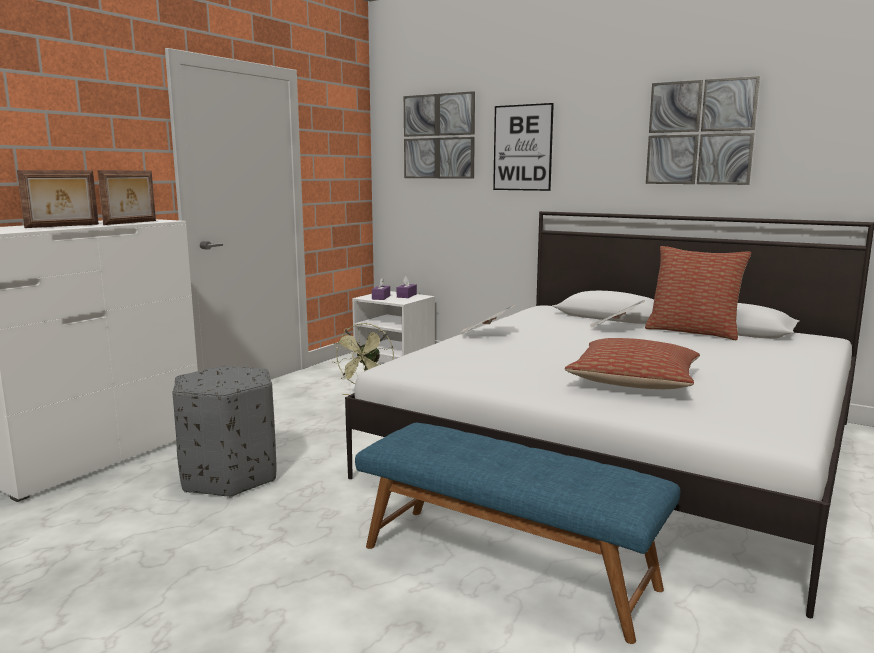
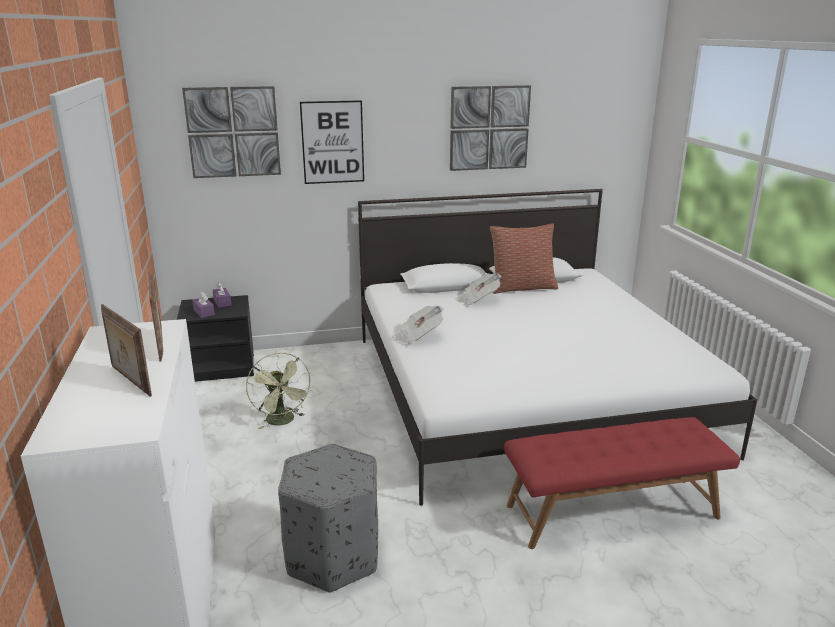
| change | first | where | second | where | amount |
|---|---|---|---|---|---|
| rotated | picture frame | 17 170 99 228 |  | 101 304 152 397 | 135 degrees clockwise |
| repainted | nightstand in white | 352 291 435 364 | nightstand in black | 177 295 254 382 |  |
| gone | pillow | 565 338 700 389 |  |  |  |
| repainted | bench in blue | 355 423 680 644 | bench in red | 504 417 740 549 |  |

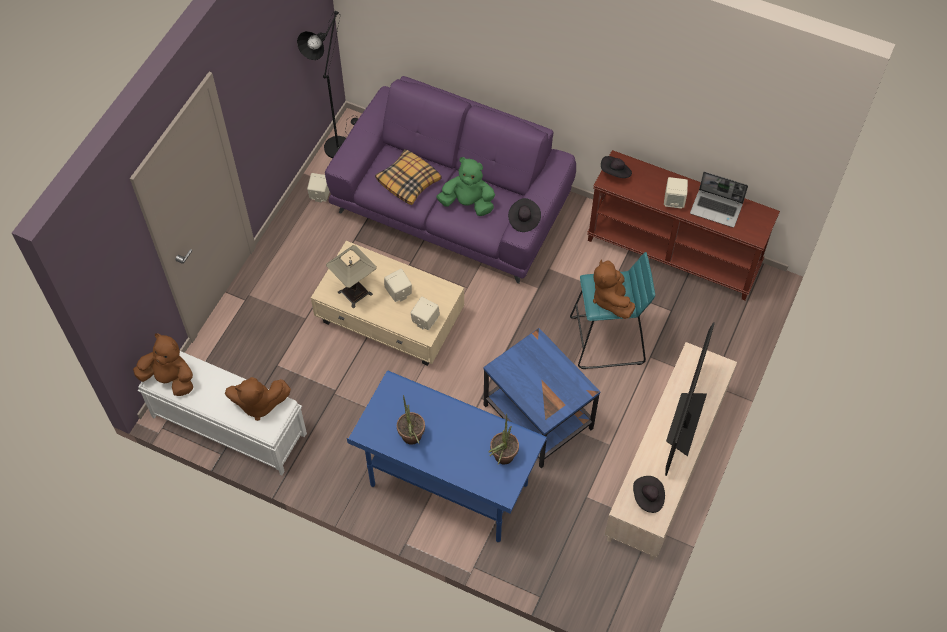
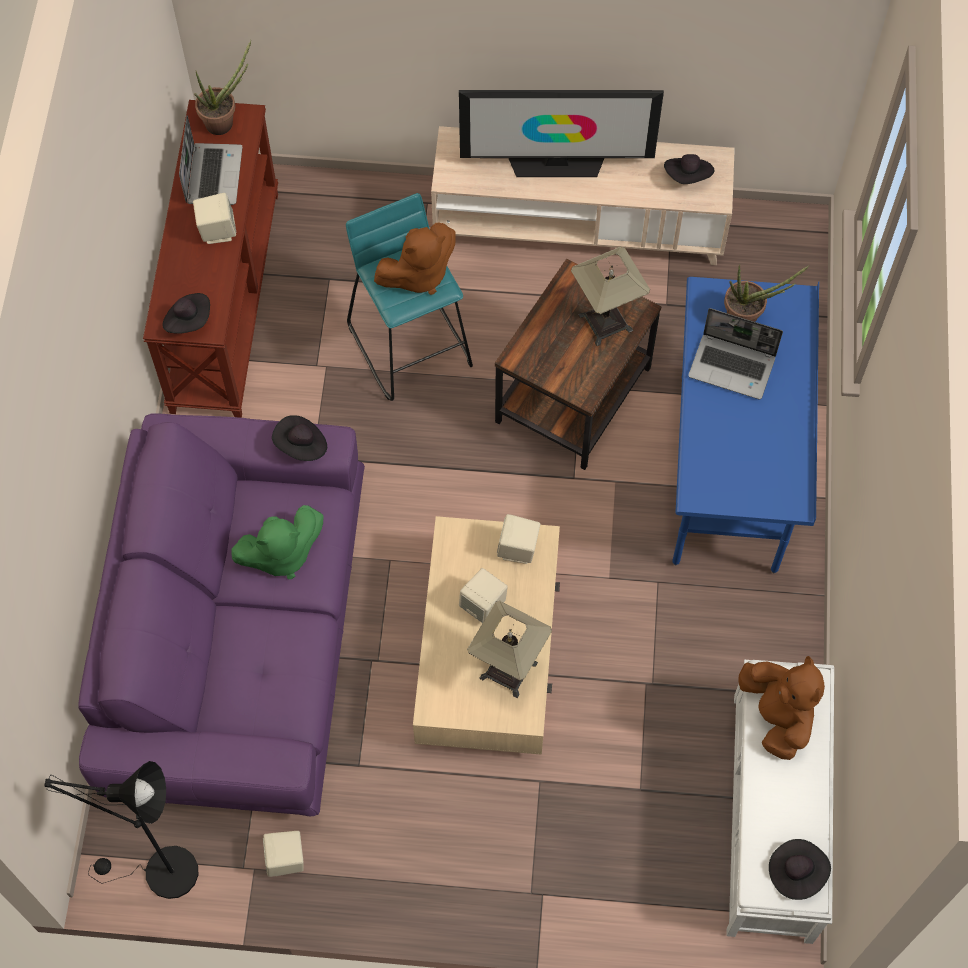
| change | first | where | second | where | amount |
|---|---|---|---|---|---|
| gone | pillow | 375 149 442 205 |  |  |  |
| rotated | plush toy in green | 437 157 495 216 |  | 231 505 324 580 | 105 degrees counterclockwise |
| repainted | side table in blue | 483 328 600 468 | side table in brown | 495 259 661 470 |  |
| swapped | plush toy in brown | 133 333 193 396 | hat in black | 769 839 831 900 |  |
| shifted | potted plant | 397 395 425 445 |  | 194 40 251 135 |  |
| new |  |  | table lamp | 571 247 650 346 |  |
| new |  |  | laptop | 688 308 783 399 |  |

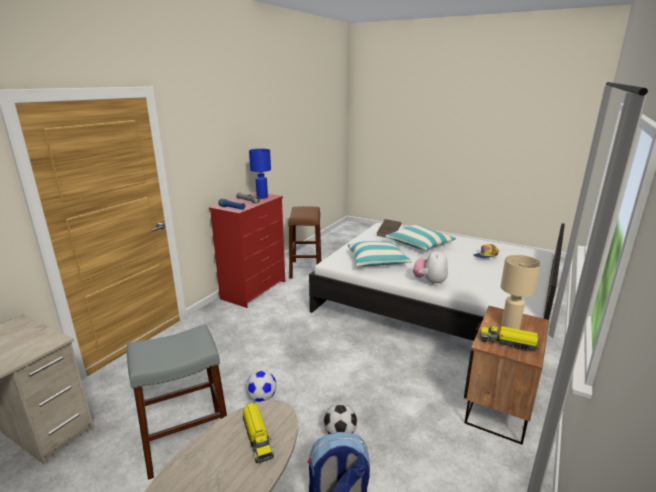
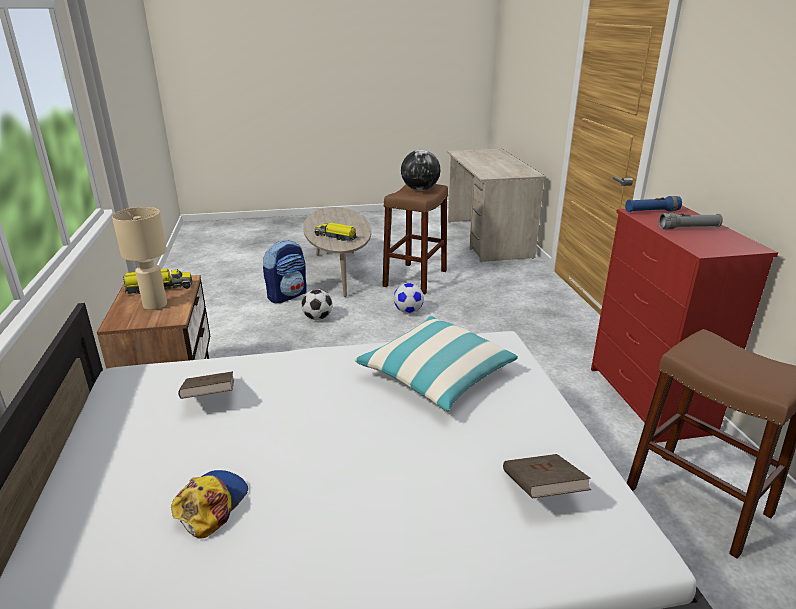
| change | first | where | second | where | amount |
|---|---|---|---|---|---|
| gone | table lamp in blue | 249 149 271 199 |  |  |  |
| gone | pillow | 385 225 456 251 |  |  |  |
| gone | plush toy | 413 249 448 286 |  |  |  |
| repainted | stool in grey | 127 324 227 480 | stool in brown | 383 184 448 294 |  |
| new |  |  | globe | 401 150 440 191 |  |
| new |  |  | book in brown | 178 371 234 399 |  |

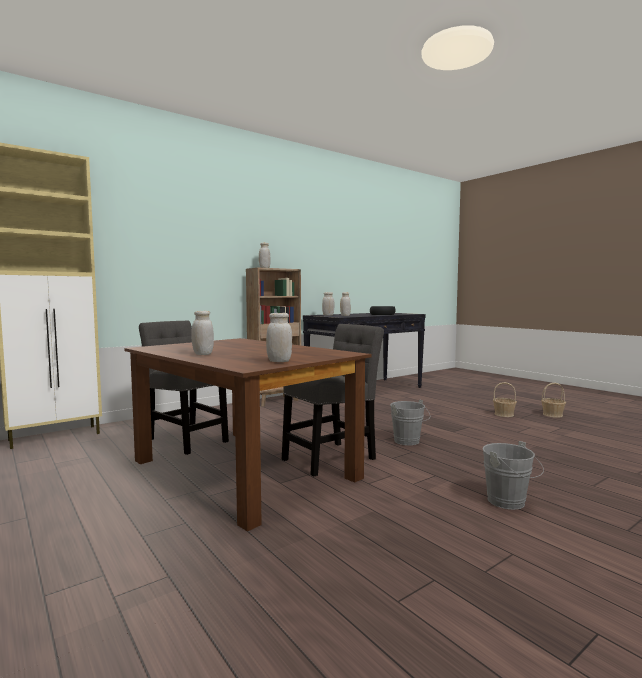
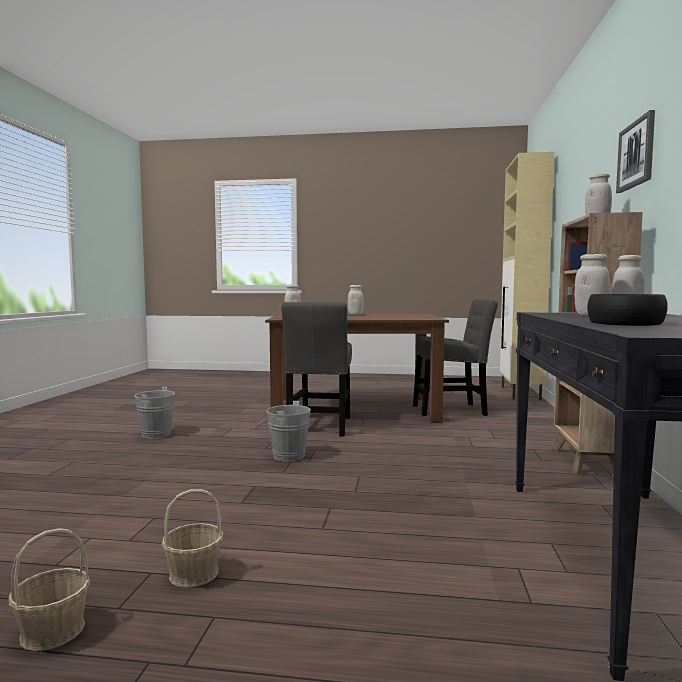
| change | first | where | second | where | amount |
|---|---|---|---|---|---|
| new |  |  | picture | 616 110 655 193 |  |

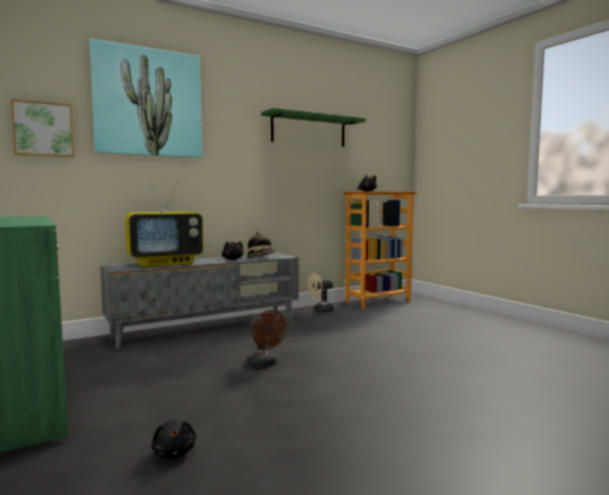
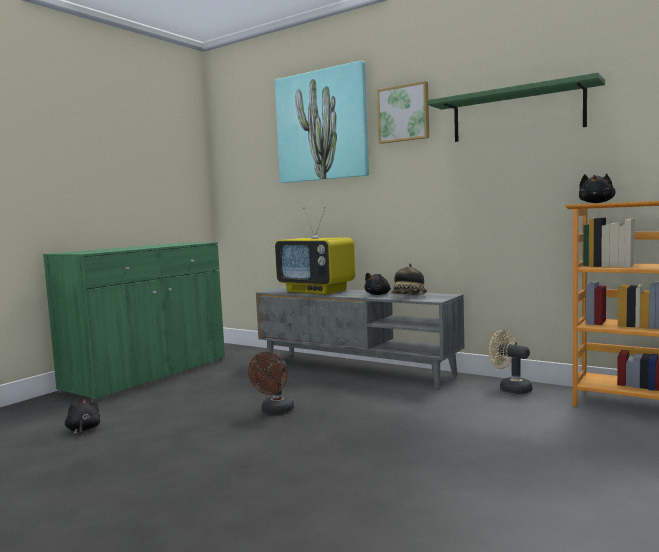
| change | first | where | second | where | amount |
|---|---|---|---|---|---|
| shifted | picture | 11 99 75 157 |  | 377 81 429 144 |  |
| rotated | plush toy in black | 151 420 196 458 |  | 65 398 100 437 | 120 degrees clockwise |

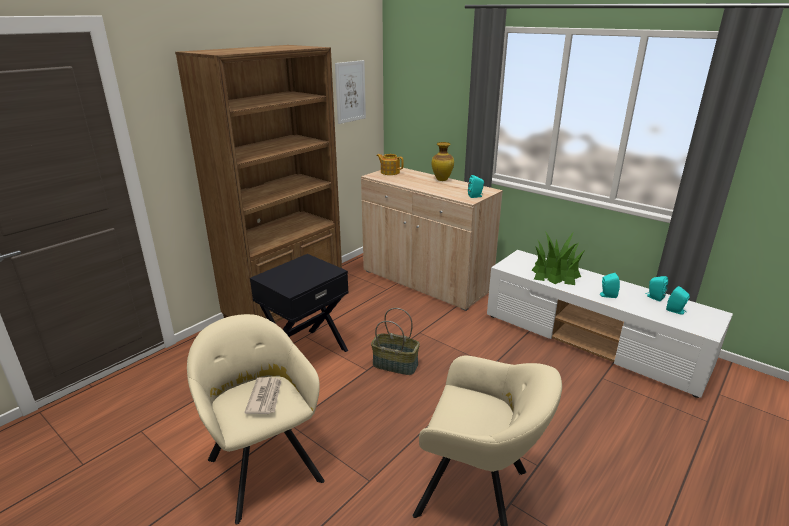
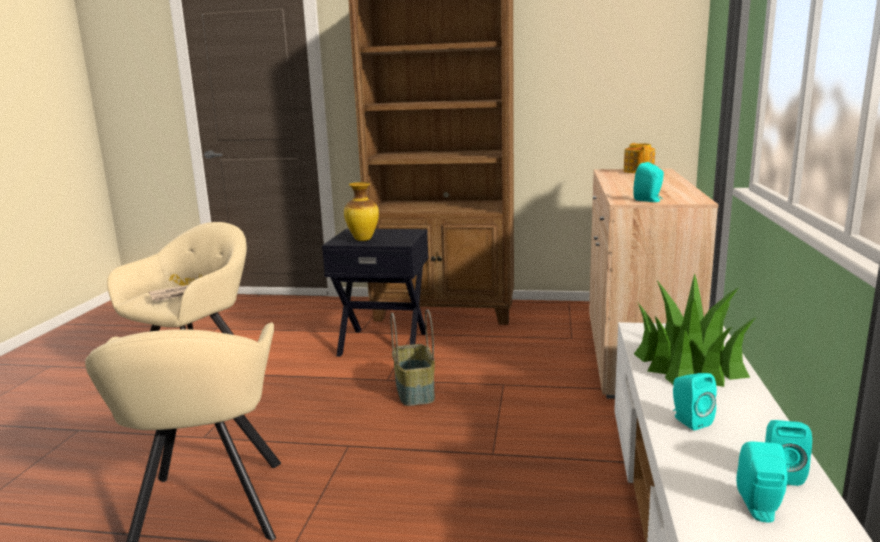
| change | first | where | second | where | amount |
|---|---|---|---|---|---|
| gone | picture | 335 60 366 124 |  |  |  |
| shifted | vase | 432 142 454 181 |  | 344 182 379 241 |  |

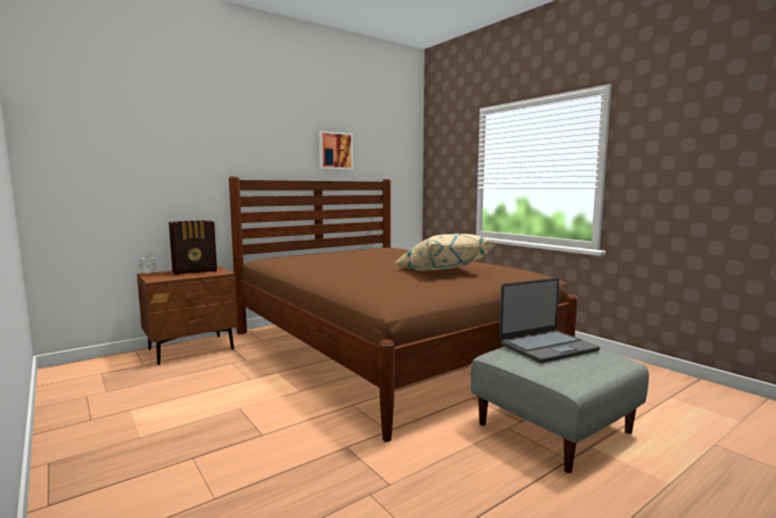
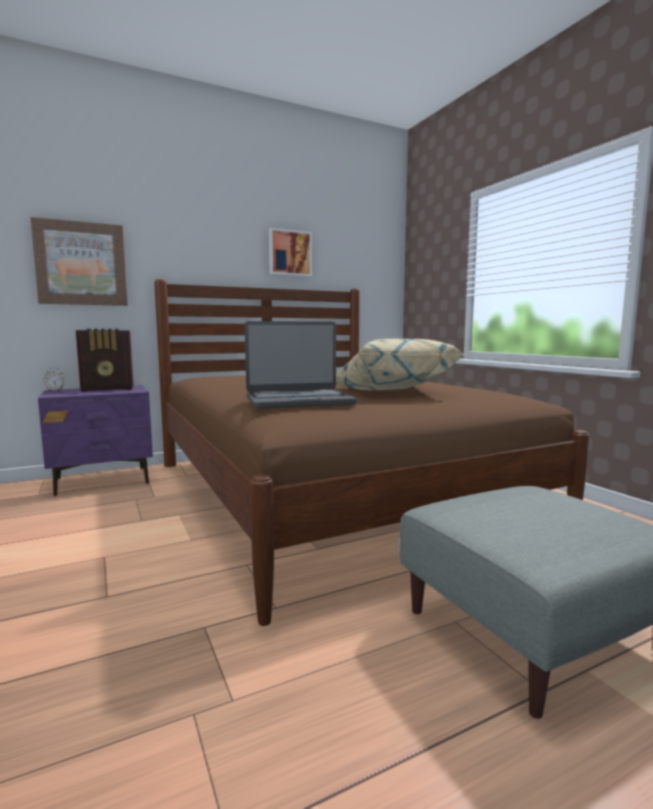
| change | first | where | second | where | amount |
|---|---|---|---|---|---|
| repainted | nightstand in brown | 137 266 238 365 | nightstand in purple | 38 385 153 496 |  |
| shifted | laptop | 499 278 600 363 |  | 245 321 357 409 |  |
| new |  |  | picture | 30 217 128 306 |  |

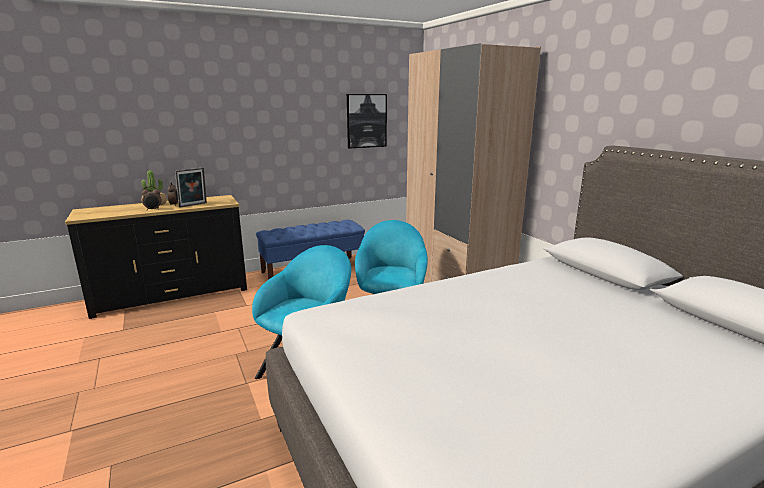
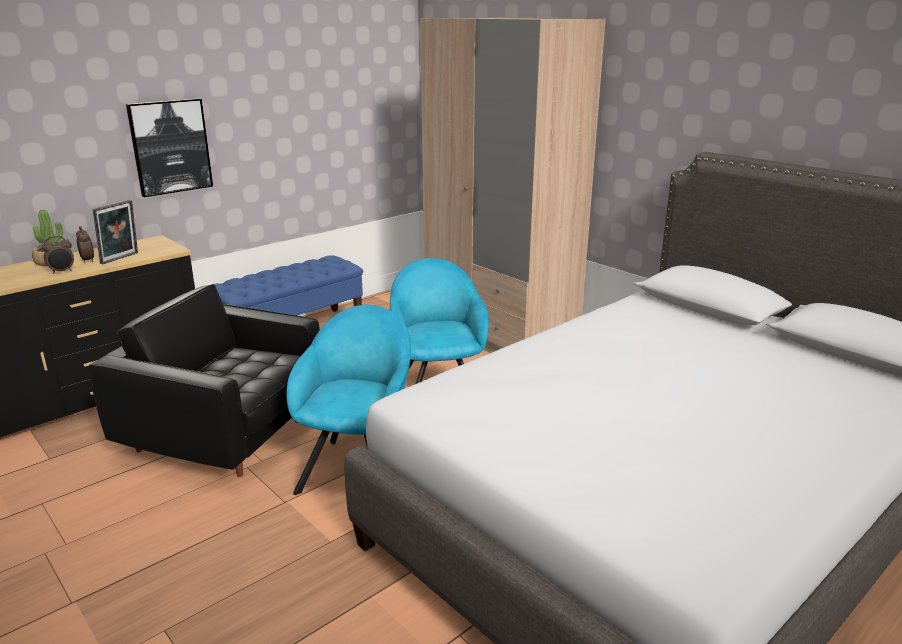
| change | first | where | second | where | amount |
|---|---|---|---|---|---|
| shifted | picture | 347 94 387 149 |  | 126 98 213 197 |  |
| new |  |  | armchair in black | 89 284 320 477 |  |

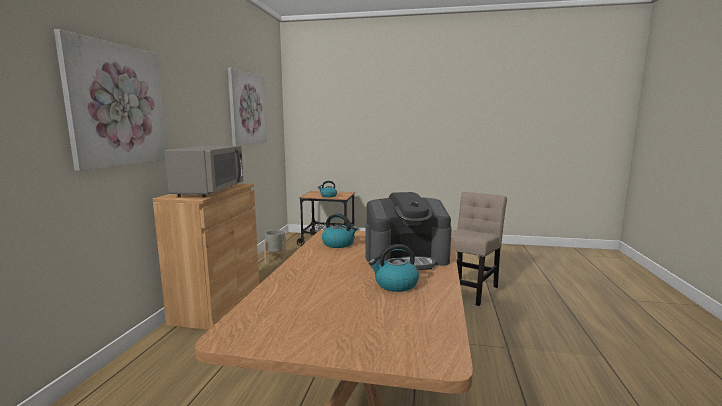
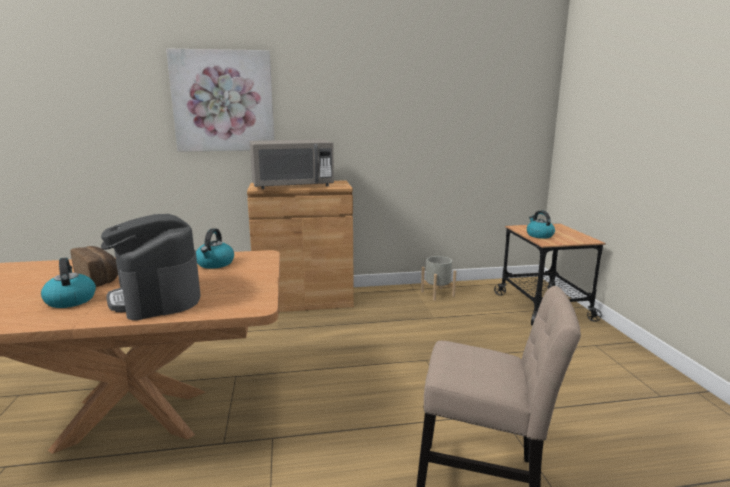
| change | first | where | second | where | amount |
|---|---|---|---|---|---|
| gone | picture | 228 68 267 146 |  |  |  |
| new |  |  | bread | 70 246 118 287 |  |

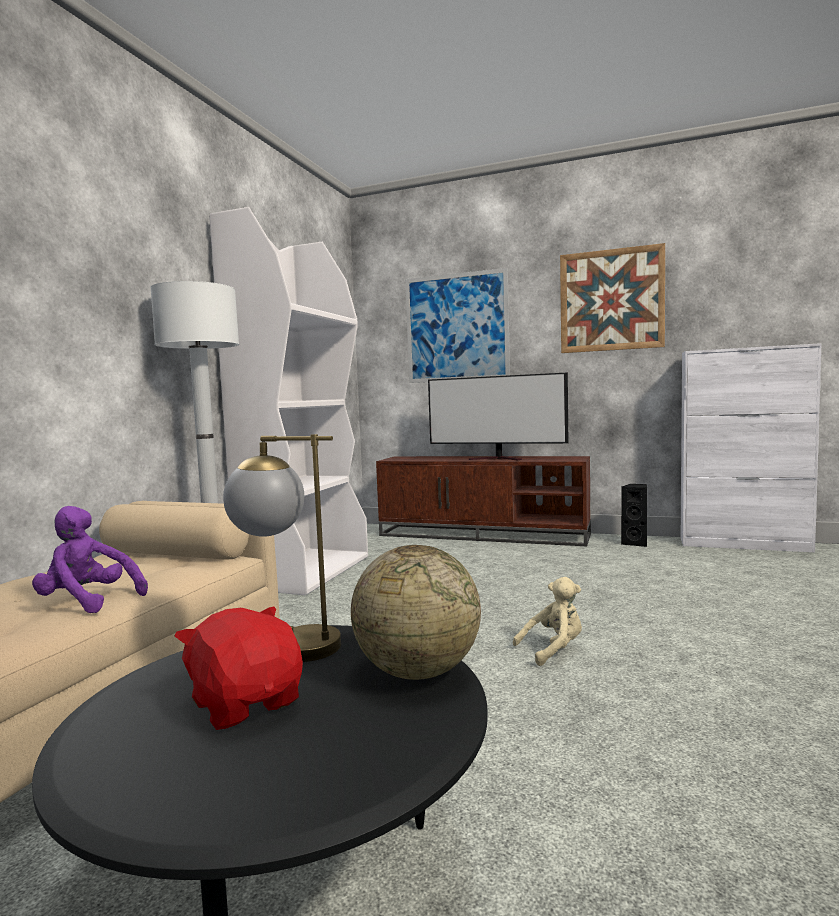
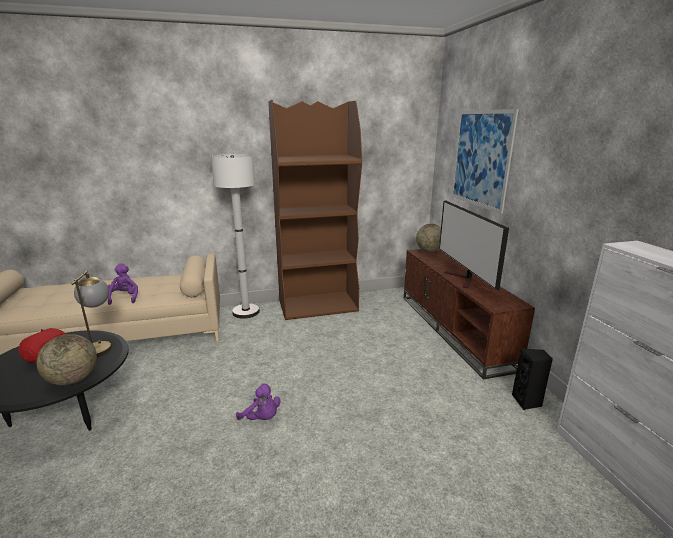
| change | first | where | second | where | amount |
|---|---|---|---|---|---|
| repainted | bookcase in white | 209 207 368 595 | bookcase in brown | 268 100 362 320 |  |
| gone | picture | 560 243 665 353 |  |  |  |
| repainted | plush toy in beige | 513 577 582 666 | plush toy in purple | 236 383 280 420 |  |
| new |  |  | globe | 416 224 441 252 |  |

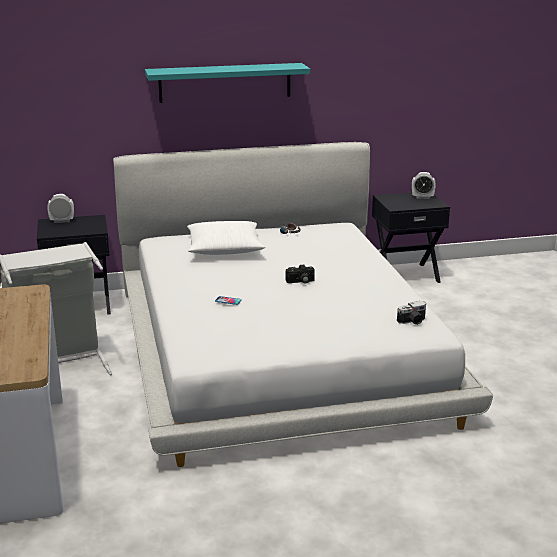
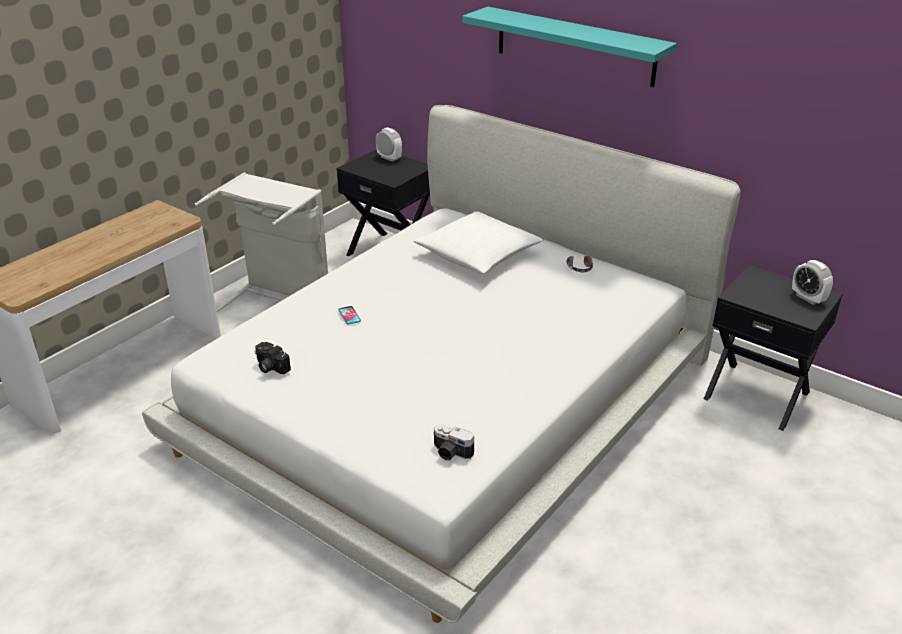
| change | first | where | second | where | amount |
|---|---|---|---|---|---|
| shifted | photo camera | 286 264 315 284 |  | 255 342 291 374 |  |

